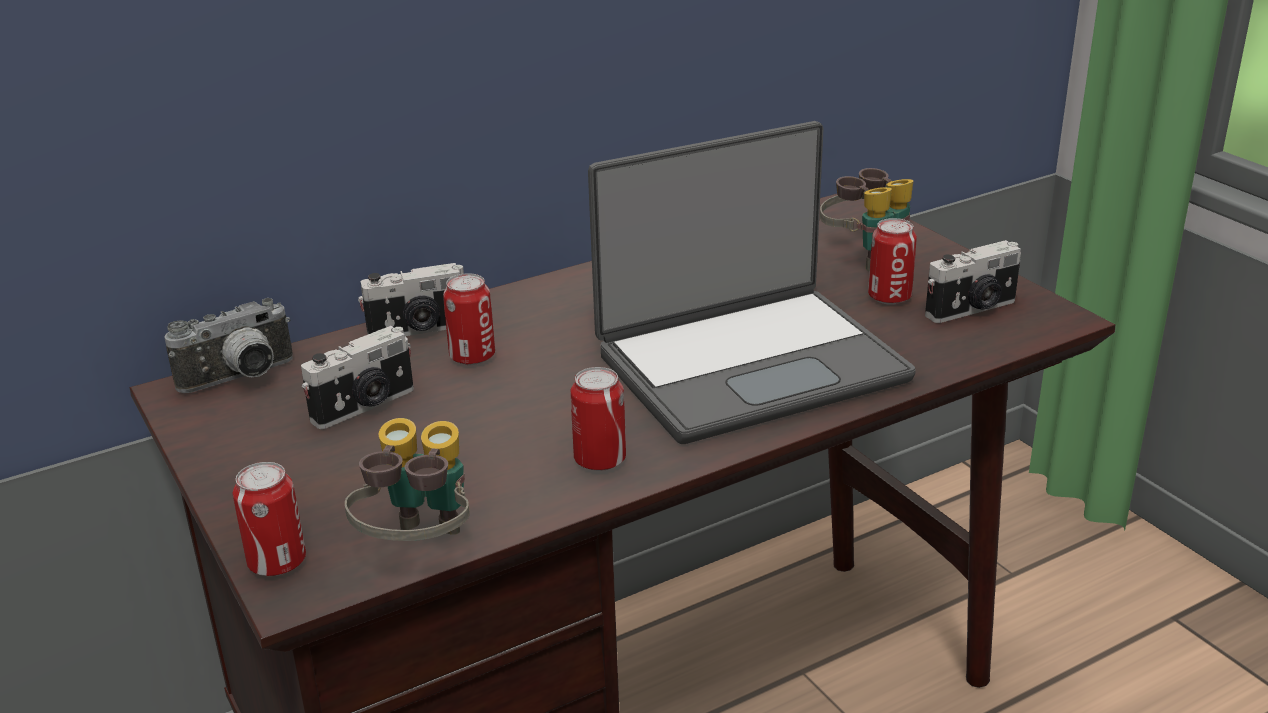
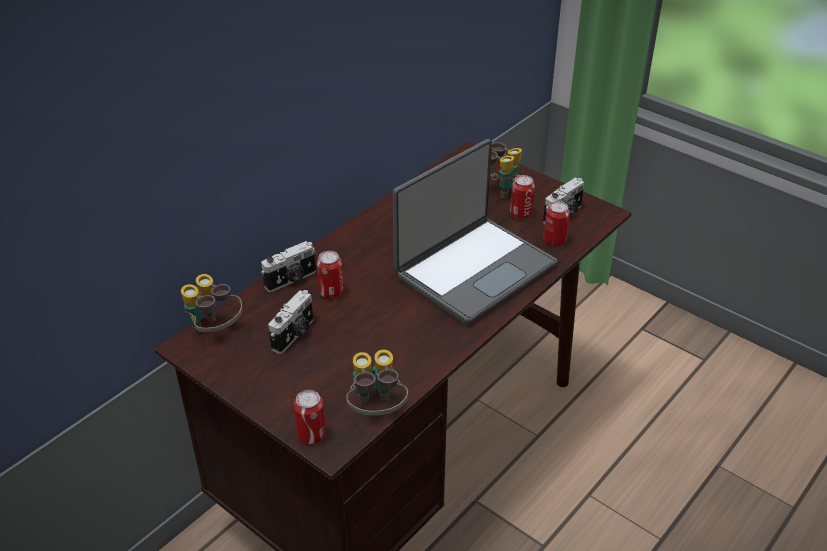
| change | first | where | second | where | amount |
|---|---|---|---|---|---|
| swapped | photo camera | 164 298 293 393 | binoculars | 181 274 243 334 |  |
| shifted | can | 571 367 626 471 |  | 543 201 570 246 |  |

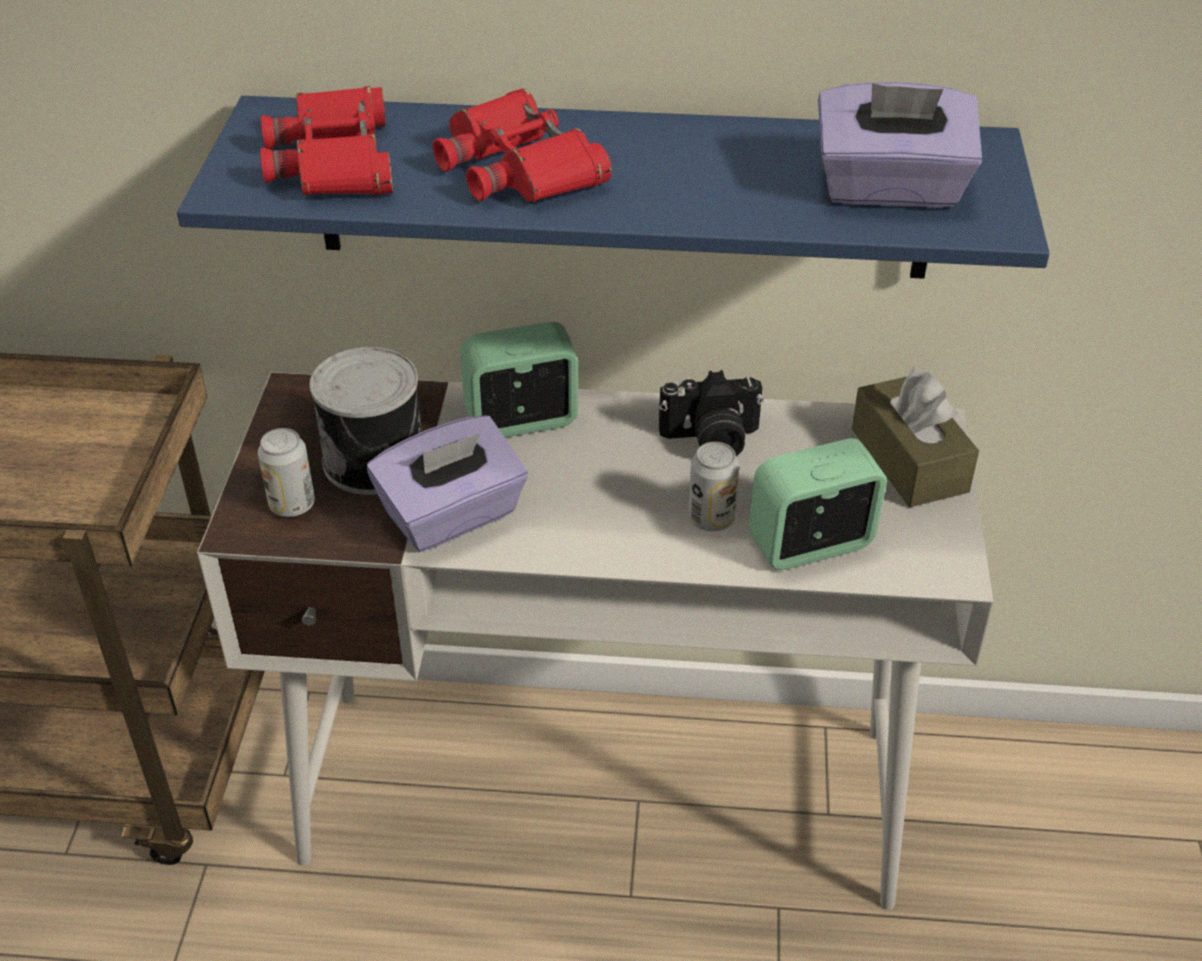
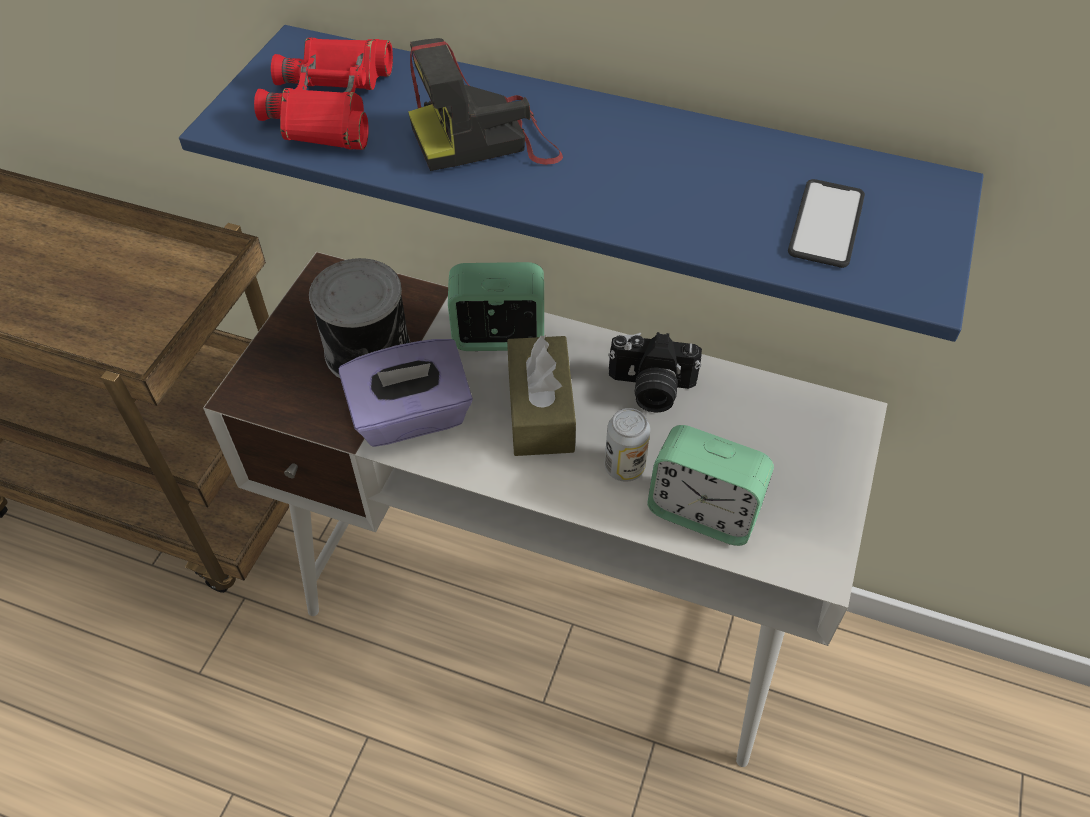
| change | first | where | second | where | amount |
|---|---|---|---|---|---|
| swapped | tissue box in purple | 818 82 982 208 | phone | 788 179 865 268 |  |
| swapped | binoculars in red | 433 88 612 202 | photo camera | 408 38 563 171 |  |
| shifted | tissue box in brown | 852 367 979 507 |  | 507 334 576 456 |  |
| gone | can | 258 428 315 517 |  |  |  |
| rotated | alarm clock | 748 438 887 570 |  | 647 425 774 546 | 150 degrees counterclockwise |

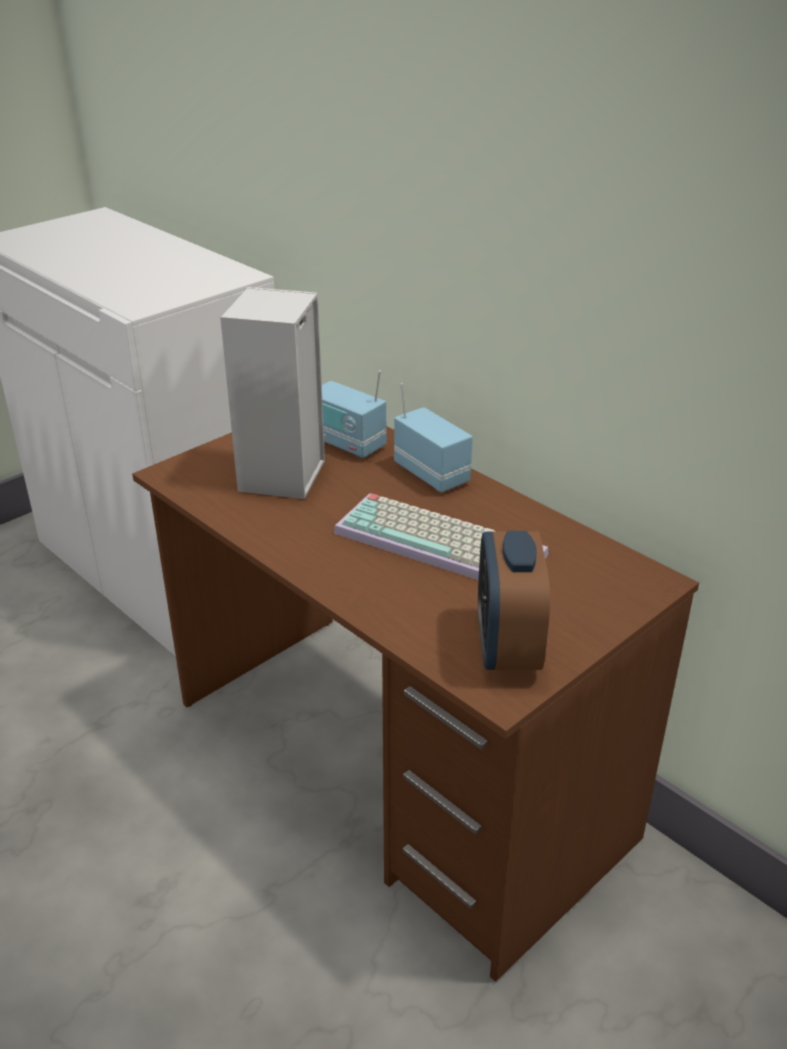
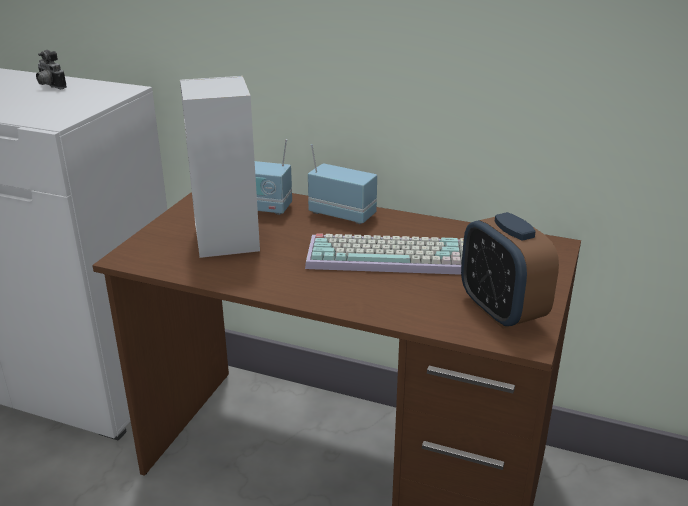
| change | first | where | second | where | amount |
|---|---|---|---|---|---|
| new |  |  | photo camera | 36 50 67 89 |  |

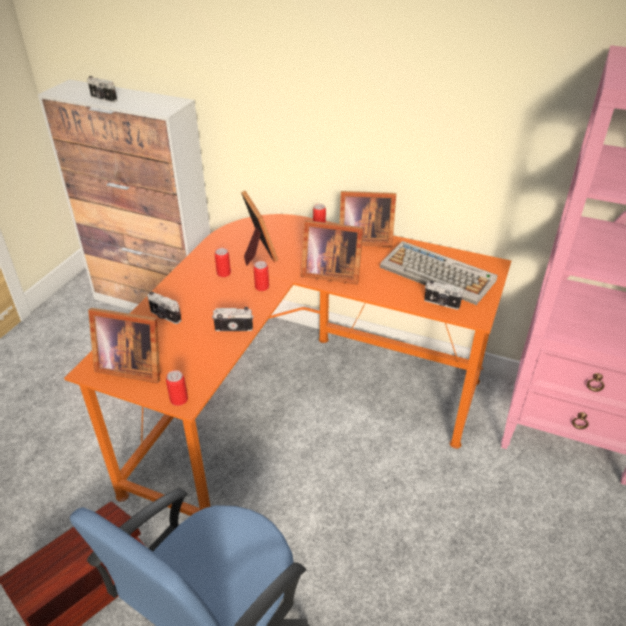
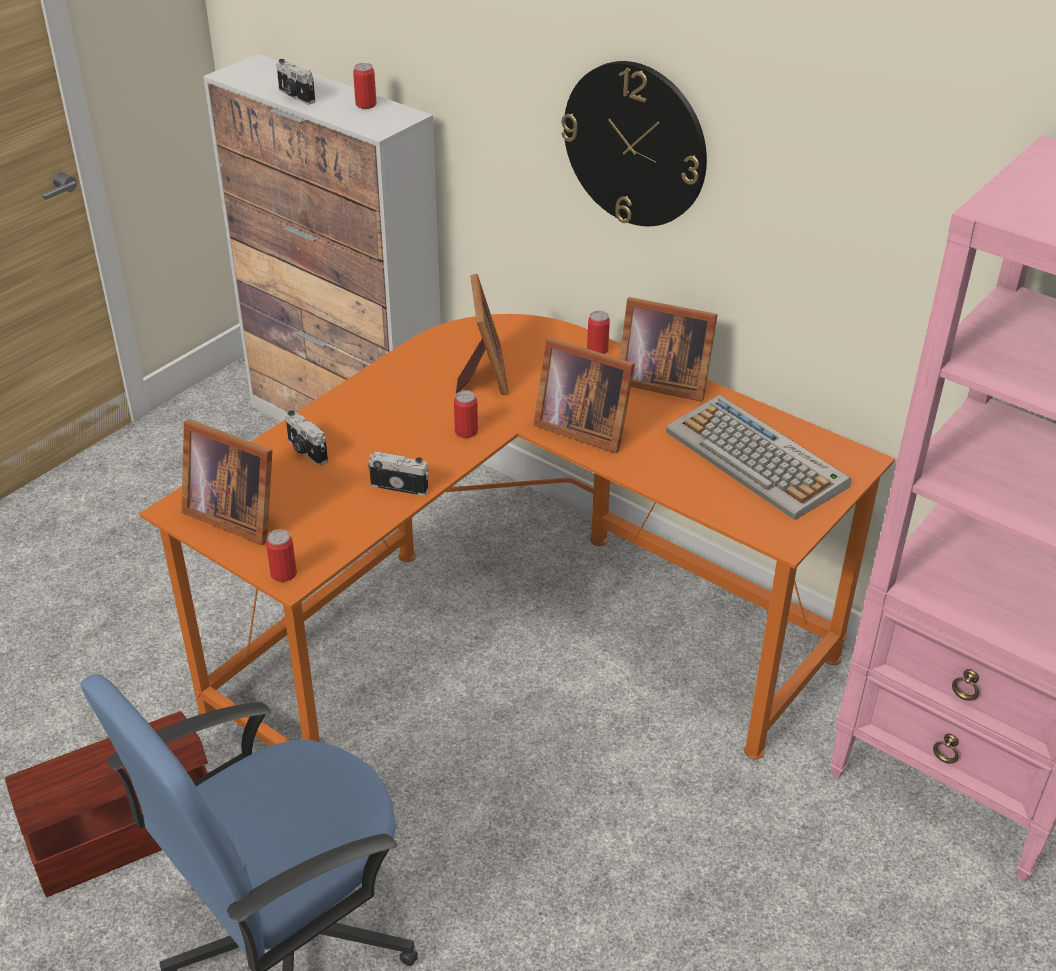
| change | first | where | second | where | amount |
|---|---|---|---|---|---|
| shifted | can | 215 248 231 277 |  | 353 63 377 109 |  |
| gone | photo camera | 424 281 464 310 |  |  |  |
| new |  |  | wall clock | 561 61 707 226 |  |

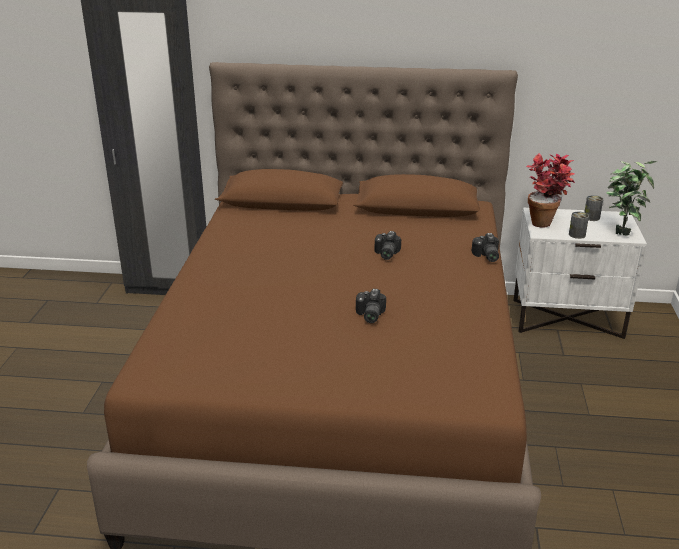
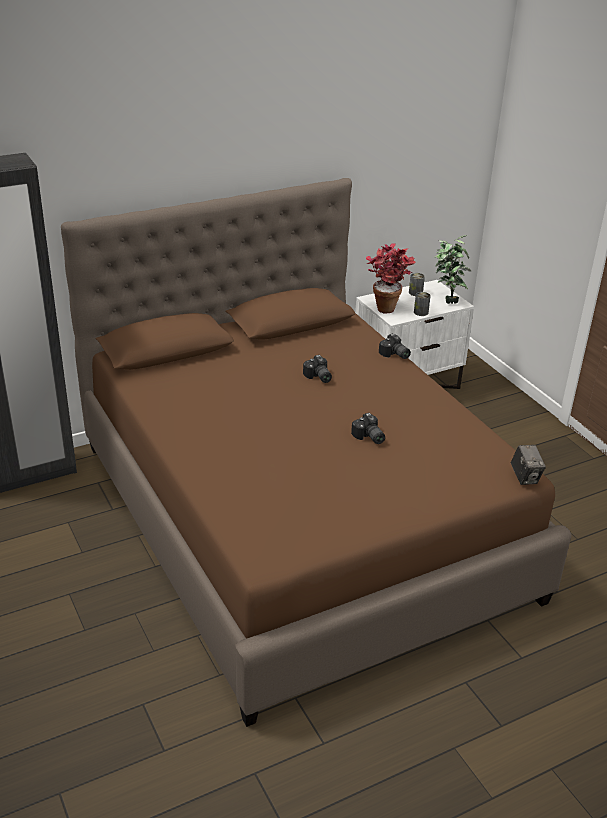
| change | first | where | second | where | amount |
|---|---|---|---|---|---|
| new |  |  | photo camera | 511 445 546 485 |  |

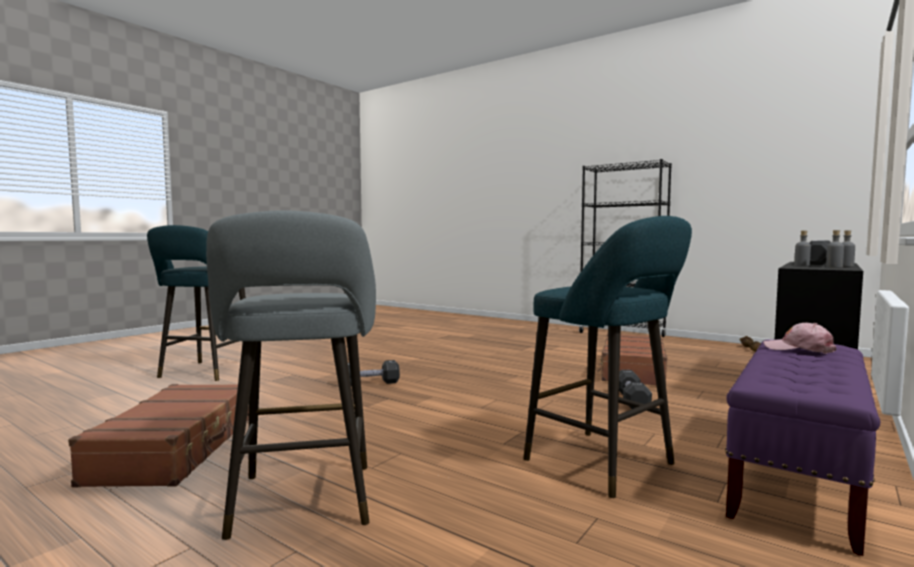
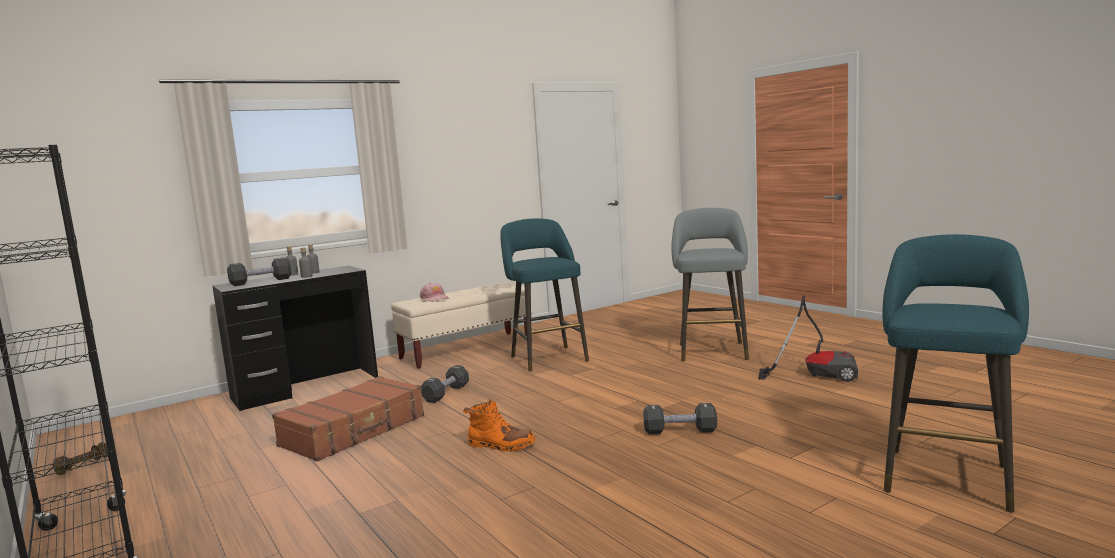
| change | first | where | second | where | amount |
|---|---|---|---|---|---|
| repainted | bench in purple | 725 339 880 556 | bench in beige | 391 282 532 369 |  |
| swapped | suitcase in brown | 68 384 249 487 | vacuum cleaner | 758 296 858 382 |  |
| new |  |  | boot in orange | 463 399 536 451 |  |

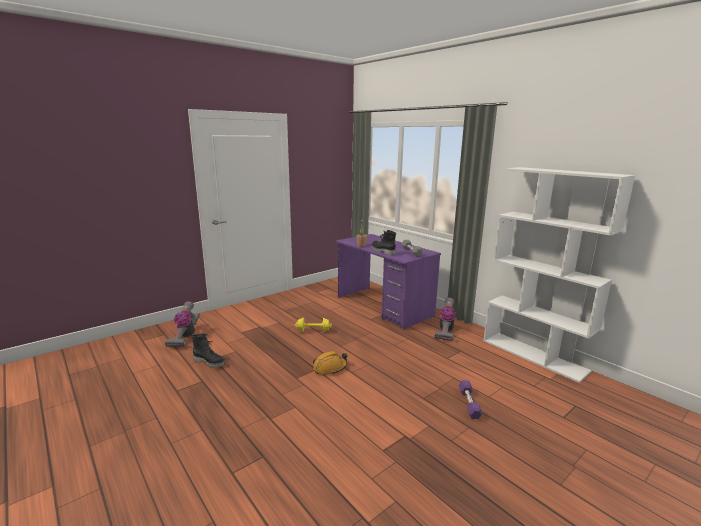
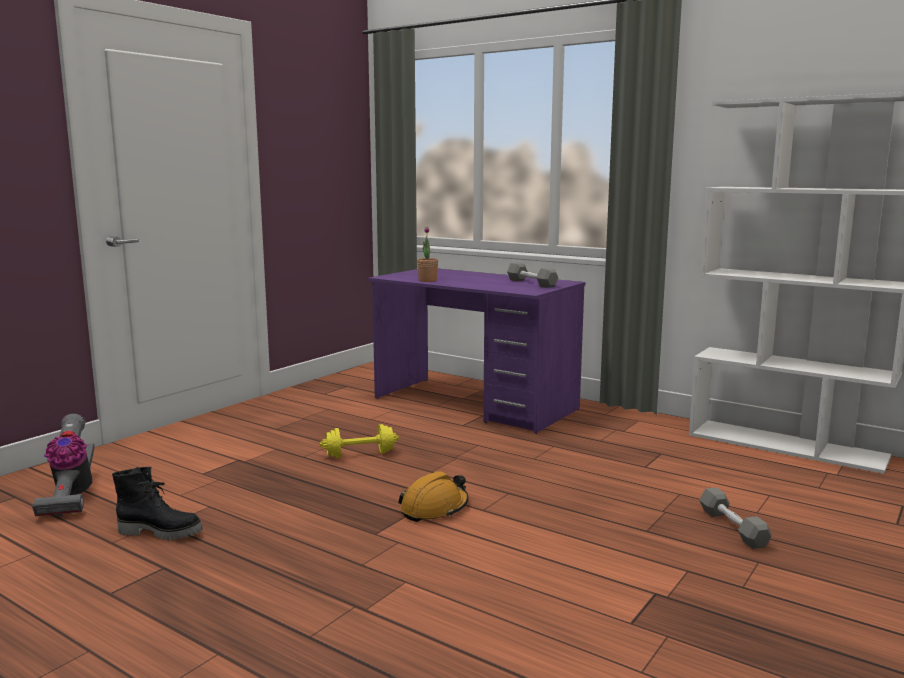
| change | first | where | second | where | amount |
|---|---|---|---|---|---|
| gone | boot in black | 371 230 396 255 |  |  |  |
| gone | vacuum cleaner | 435 298 455 341 |  |  |  |
| repainted | dumbbell in purple | 458 380 483 419 | dumbbell in grey | 699 487 772 549 |  |

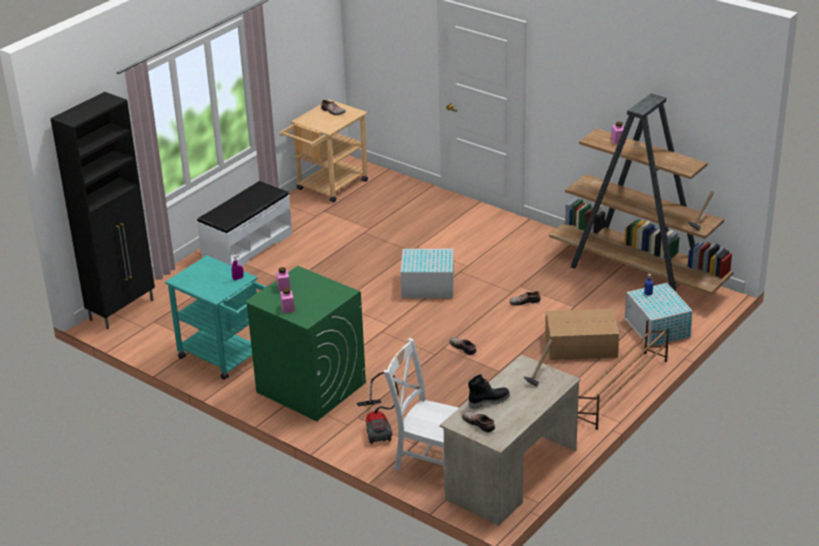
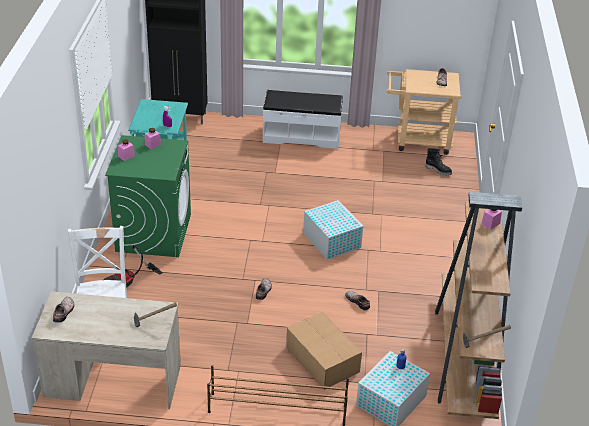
| change | first | where | second | where | amount |
|---|---|---|---|---|---|
| shifted | boot in black | 468 374 510 409 |  | 425 148 452 176 |  |

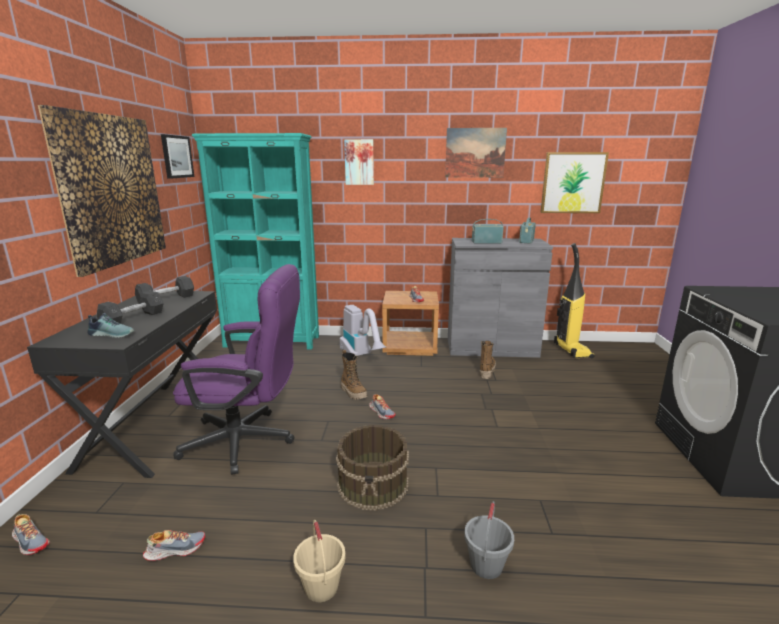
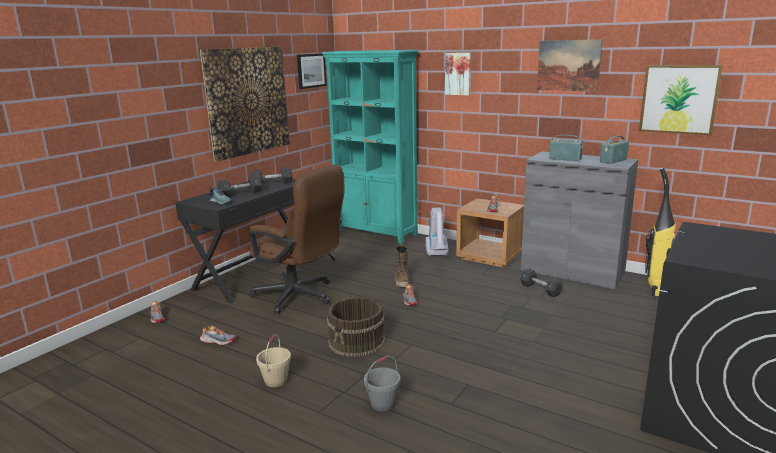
| change | first | where | second | where | amount |
|---|---|---|---|---|---|
| repainted | office chair in purple | 173 264 300 475 | office chair in brown | 249 164 344 313 |  |
| swapped | boot | 480 341 496 379 | dumbbell in grey | 520 268 563 297 |  |

